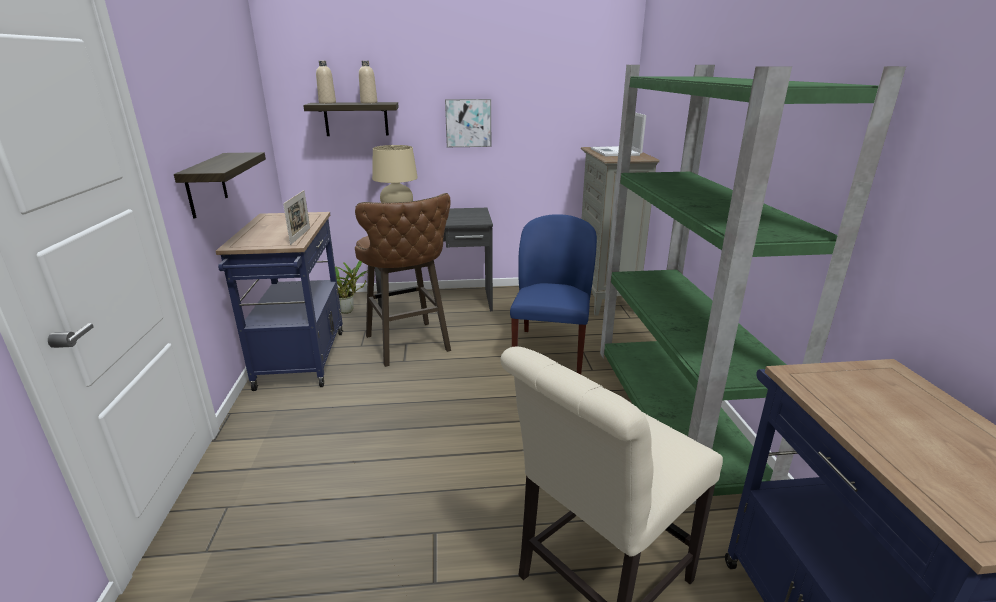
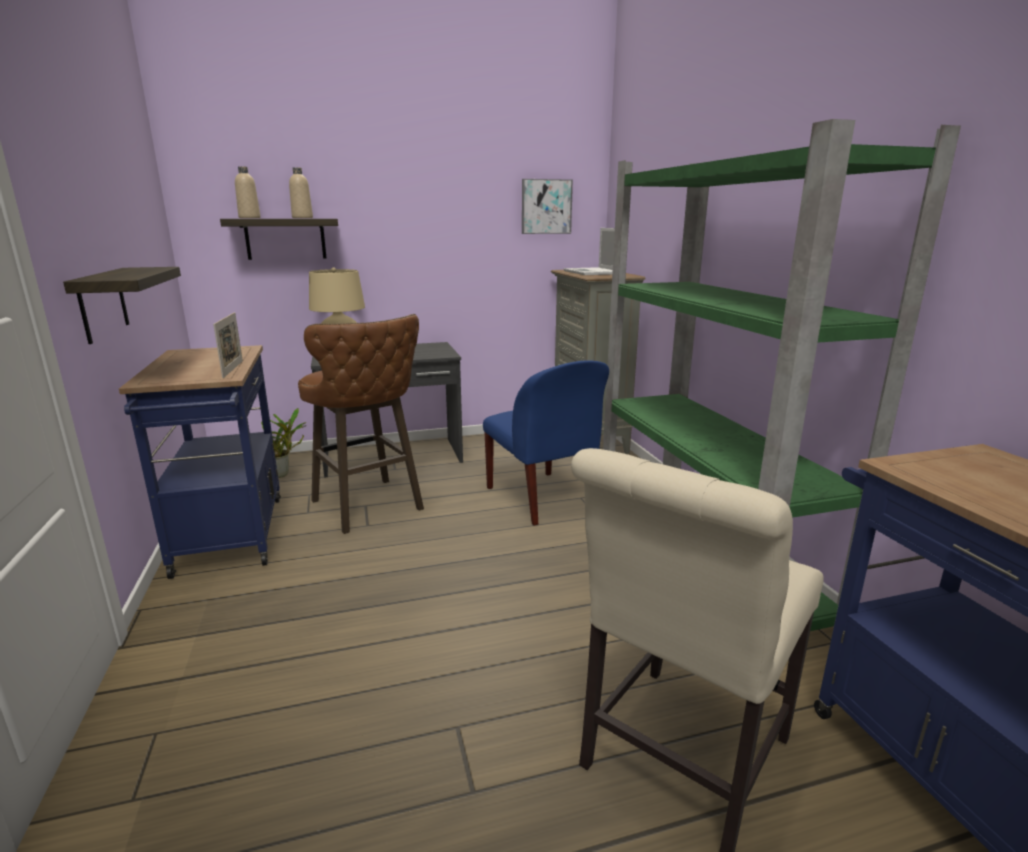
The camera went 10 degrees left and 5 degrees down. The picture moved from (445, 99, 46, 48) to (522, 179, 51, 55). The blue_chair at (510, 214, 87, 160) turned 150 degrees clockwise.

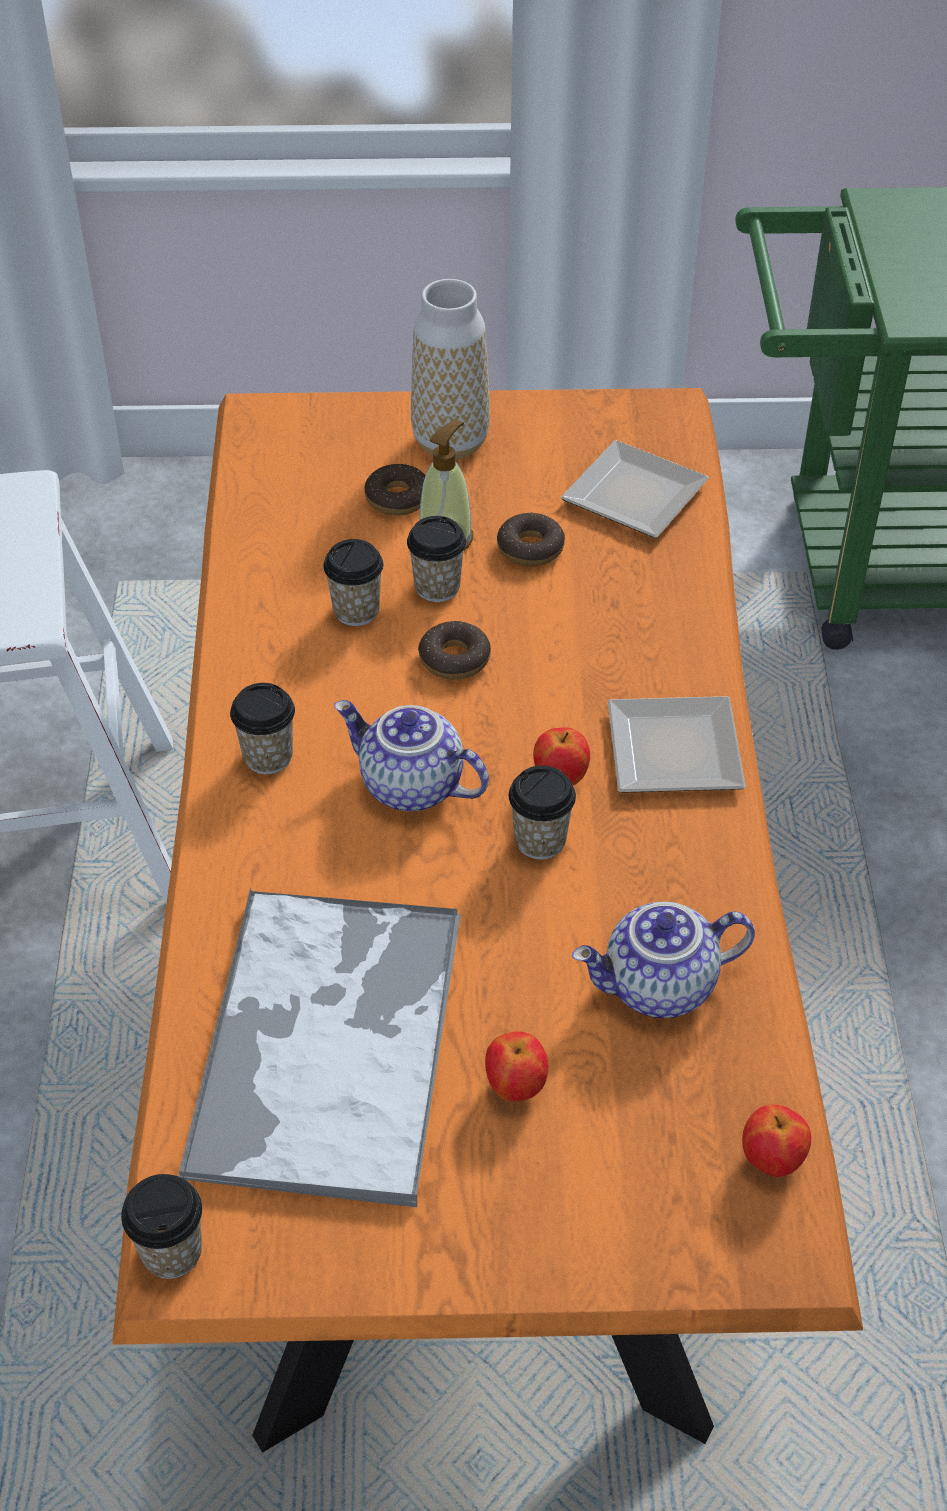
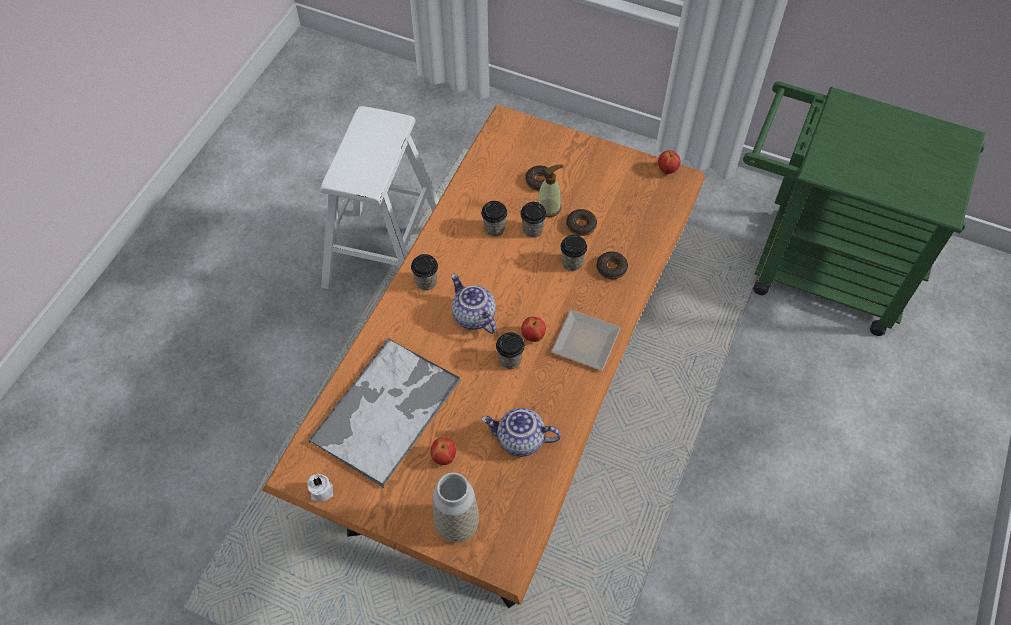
The camera went 25 degrees right and 10 degrees up. The cup moved from (121, 1174, 81, 105) to (561, 235, 26, 36). The vase moved from (411, 279, 79, 181) to (433, 472, 46, 71). The donut moved from (418, 621, 73, 59) to (596, 251, 32, 28). The plate at (561, 440, 148, 98) disappeared. The apple moved from (742, 1104, 69, 73) to (658, 150, 22, 24). The white_candle at (307, 474, 26, 28) appeared.

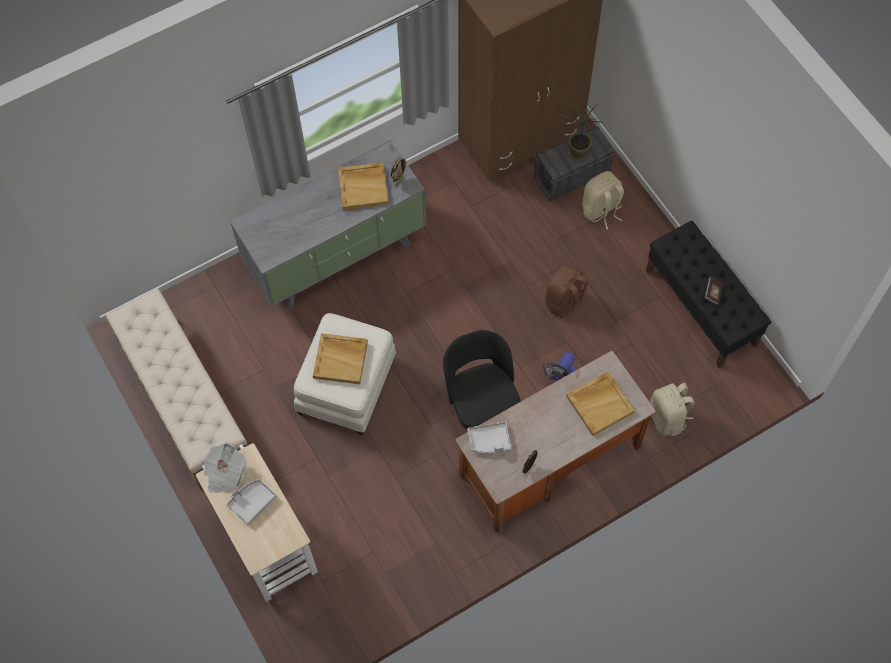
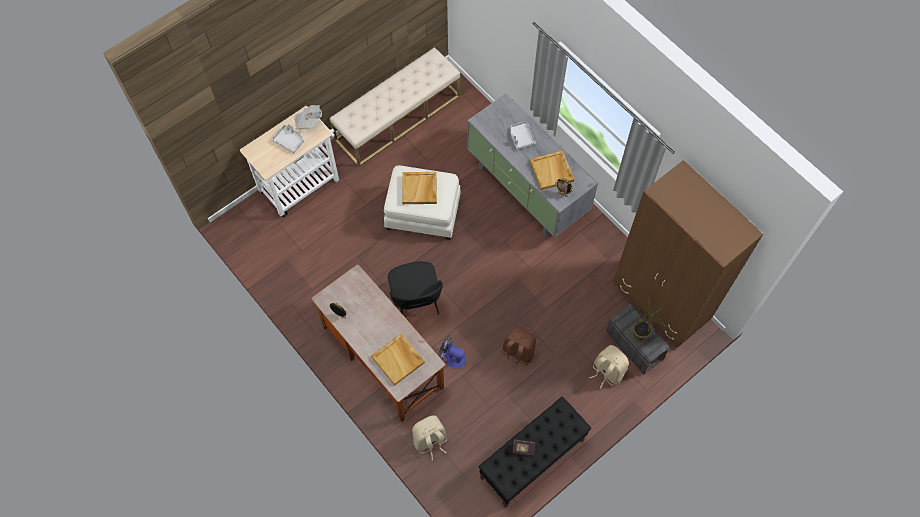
The camera went 80 degrees right and 0 degrees up. The black_chair at (443, 330, 78, 99) turned 105 degrees clockwise. The grey_tray moved from (467, 422, 45, 32) to (511, 121, 25, 29).

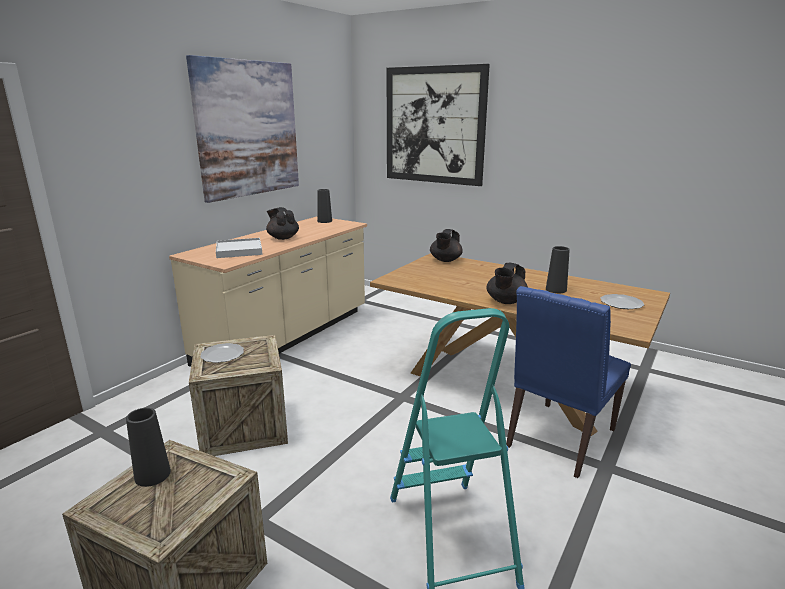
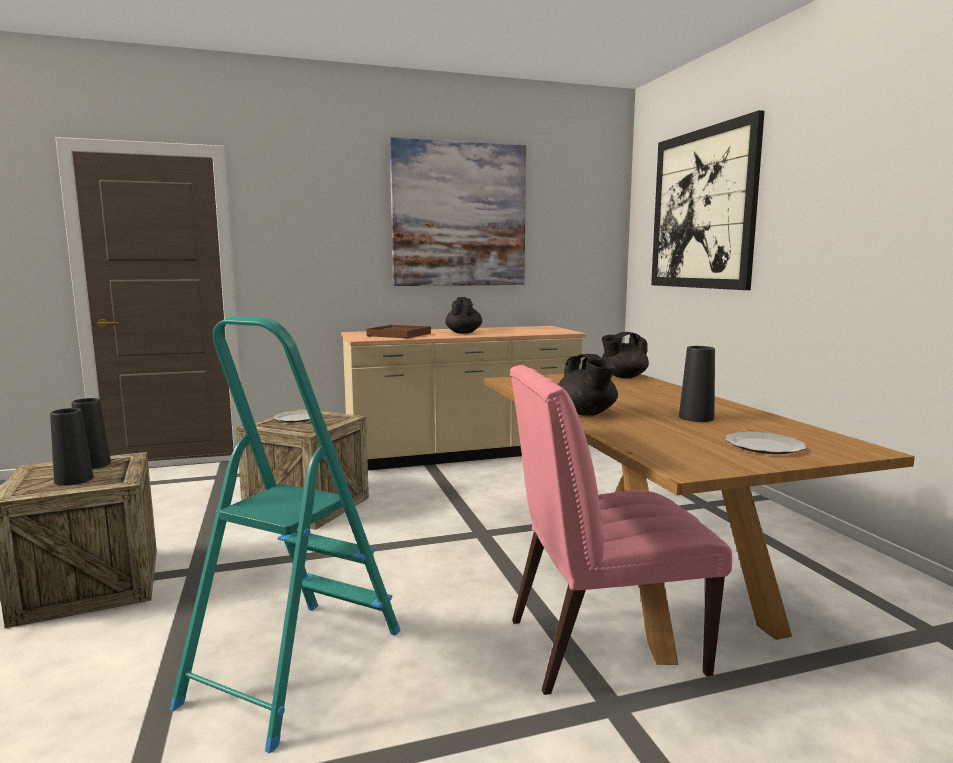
The camera went 40 degrees right and 10 degrees down. The white_tray at (216, 238, 47, 20) became the brown_tray at (367, 325, 64, 13). The black_vase moved from (317, 189, 15, 34) to (50, 408, 44, 78). The black_teapot at (486, 263, 42, 41) turned 90 degrees counterclockwise. The blue_chair at (506, 286, 125, 192) became the pink_chair at (510, 365, 222, 330).

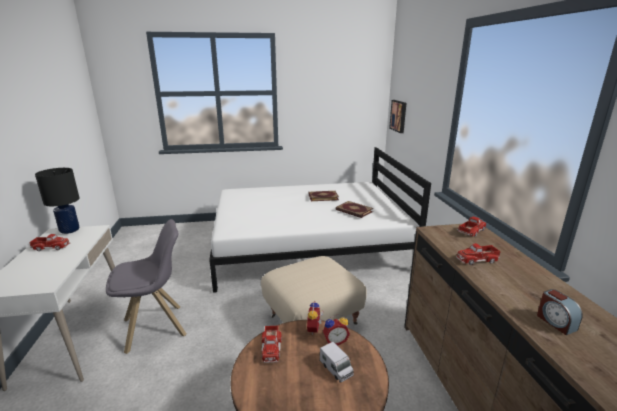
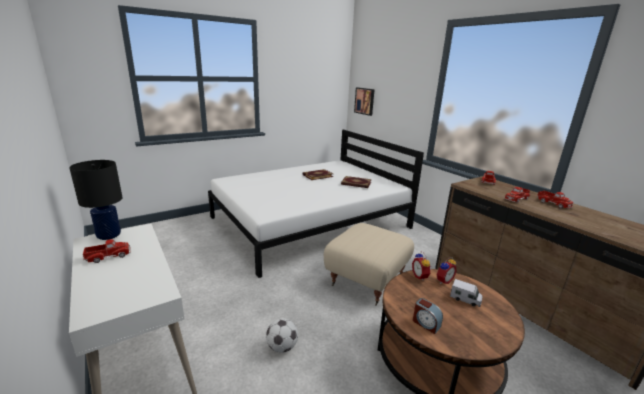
The camera went 25 degrees left and 0 degrees up. The grey_chair at (106, 219, 81, 135) disappeared. The toy_truck moved from (262, 326, 20, 37) to (537, 191, 36, 18). The alarm_clock moved from (537, 289, 46, 46) to (413, 298, 30, 36). The football at (266, 318, 32, 35) appeared.

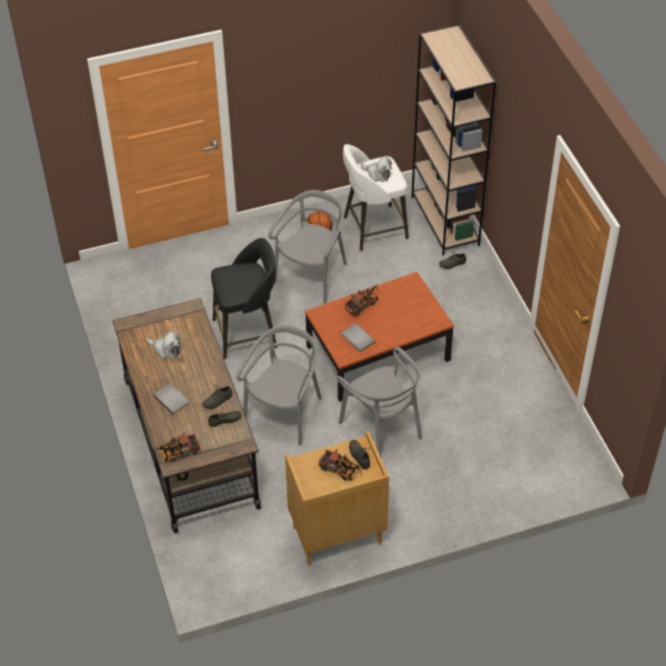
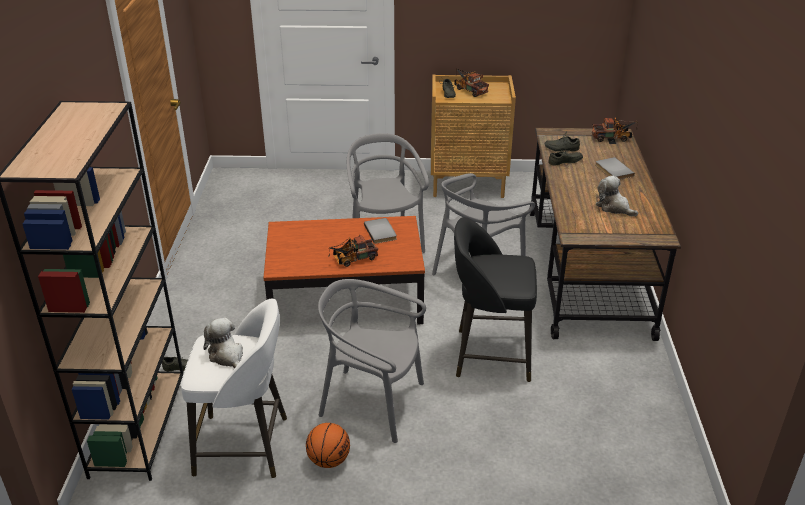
The camera went 160 degrees left and 15 degrees down. The grey_chair at (268, 190, 79, 114) turned 60 degrees clockwise.

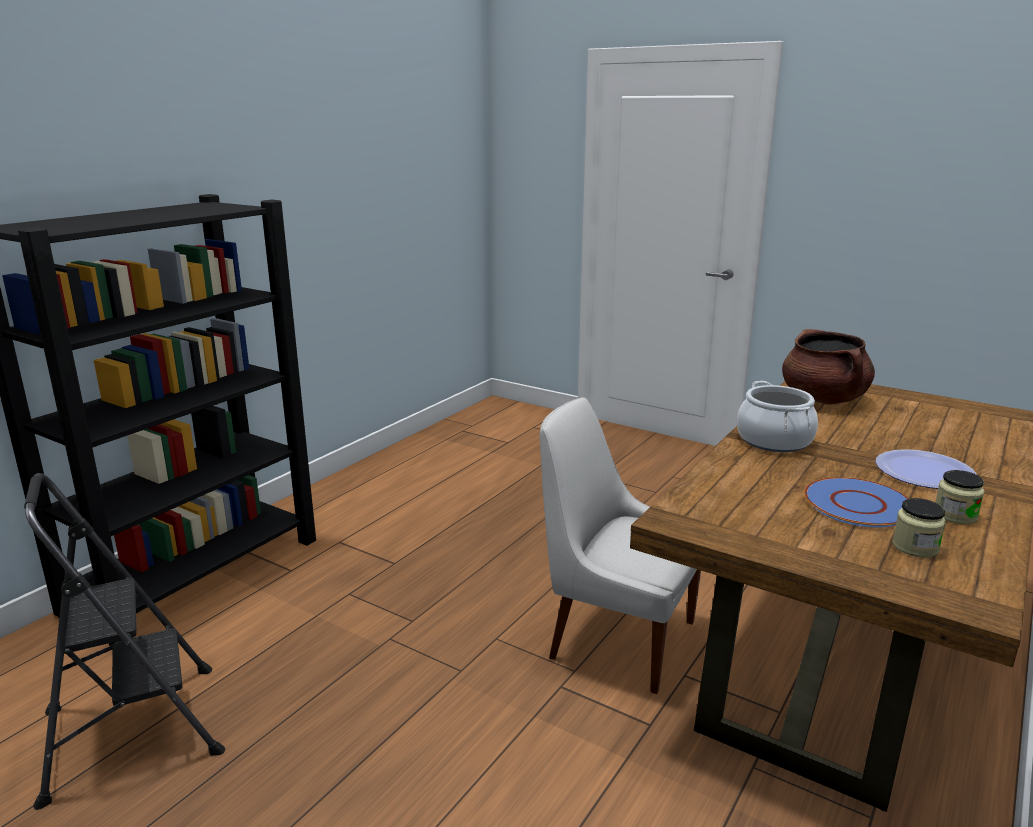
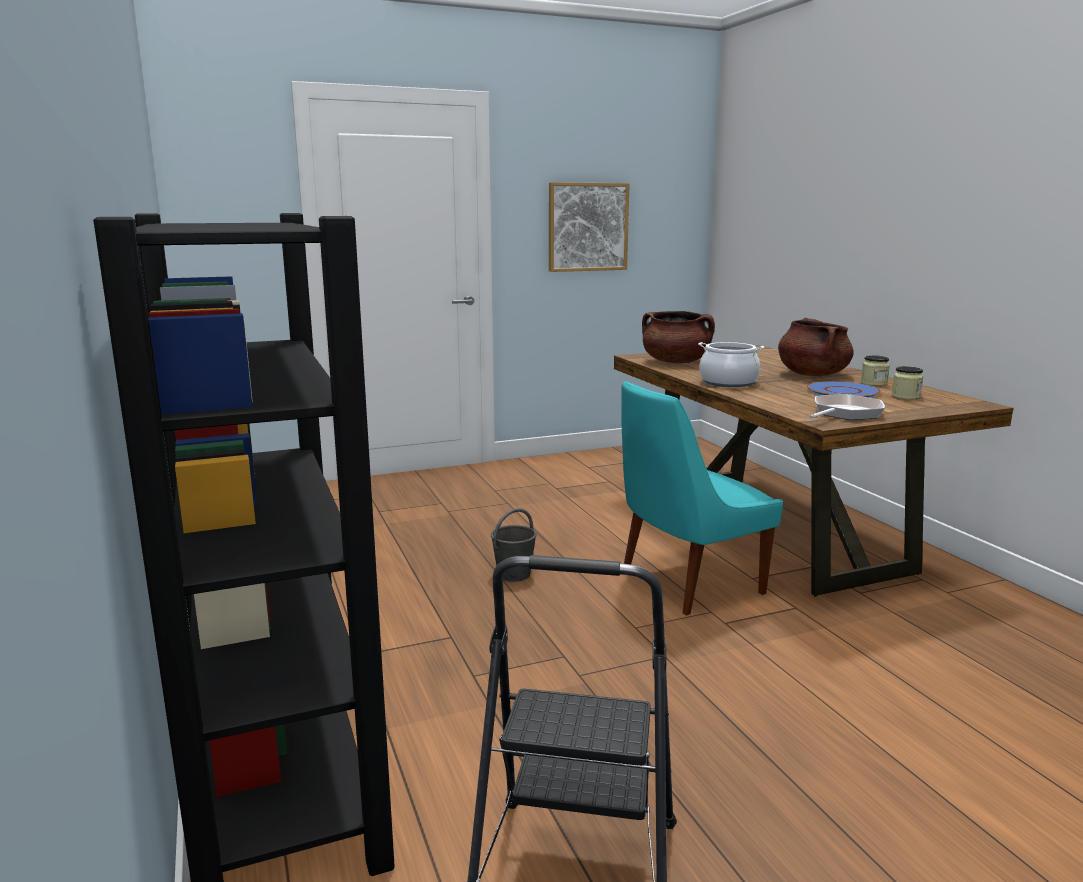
The camera went 55 degrees left and 5 degrees down. The white_chair at (540, 397, 161, 297) became the turquoise_chair at (621, 381, 162, 235). The plate at (876, 449, 101, 40) was replaced by the brown_cooking_pot at (778, 318, 76, 58). The grey_bucket at (491, 508, 46, 74) appeared. The picture at (549, 182, 81, 90) appeared. The frying_pan at (809, 394, 76, 26) appeared.

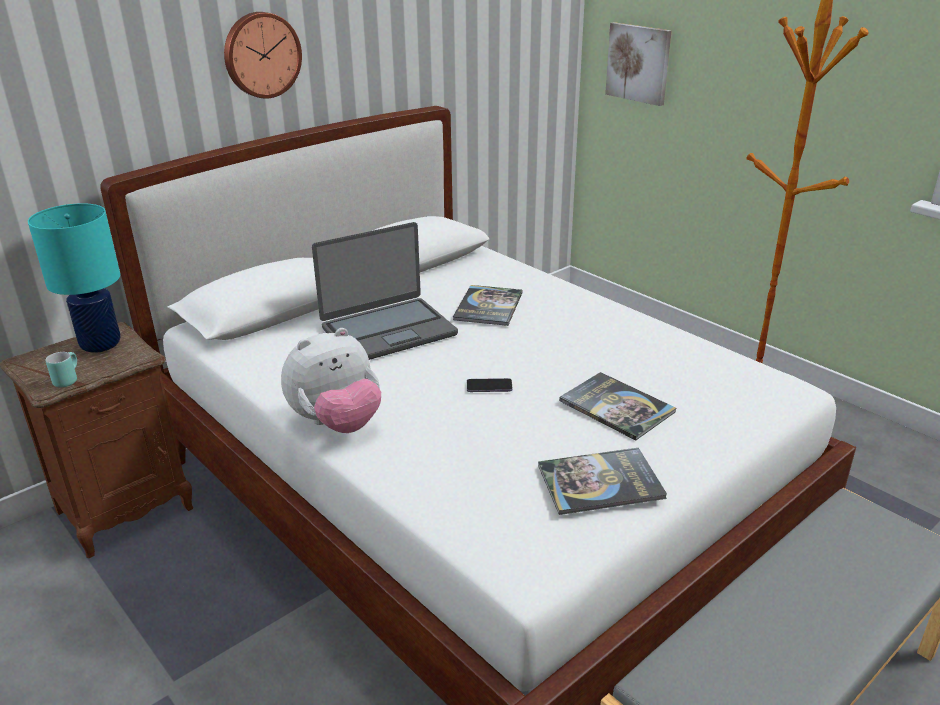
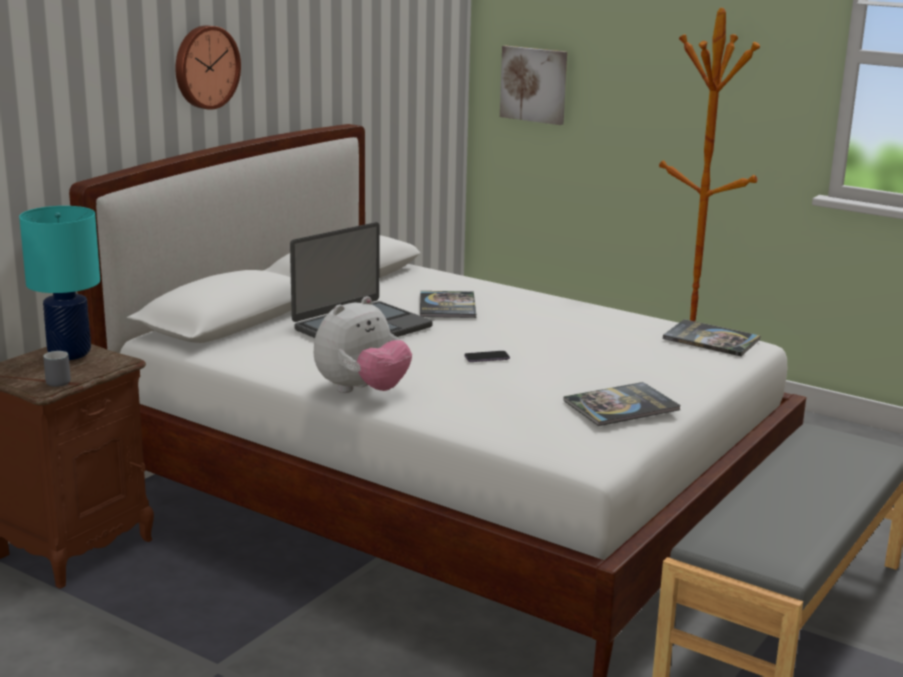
The camera went 15 degrees left and 10 degrees down. The turquoise_mug at (45, 352, 32, 35) became the grey_mug at (43, 351, 28, 36). The book moved from (559, 372, 117, 68) to (663, 319, 97, 37).

